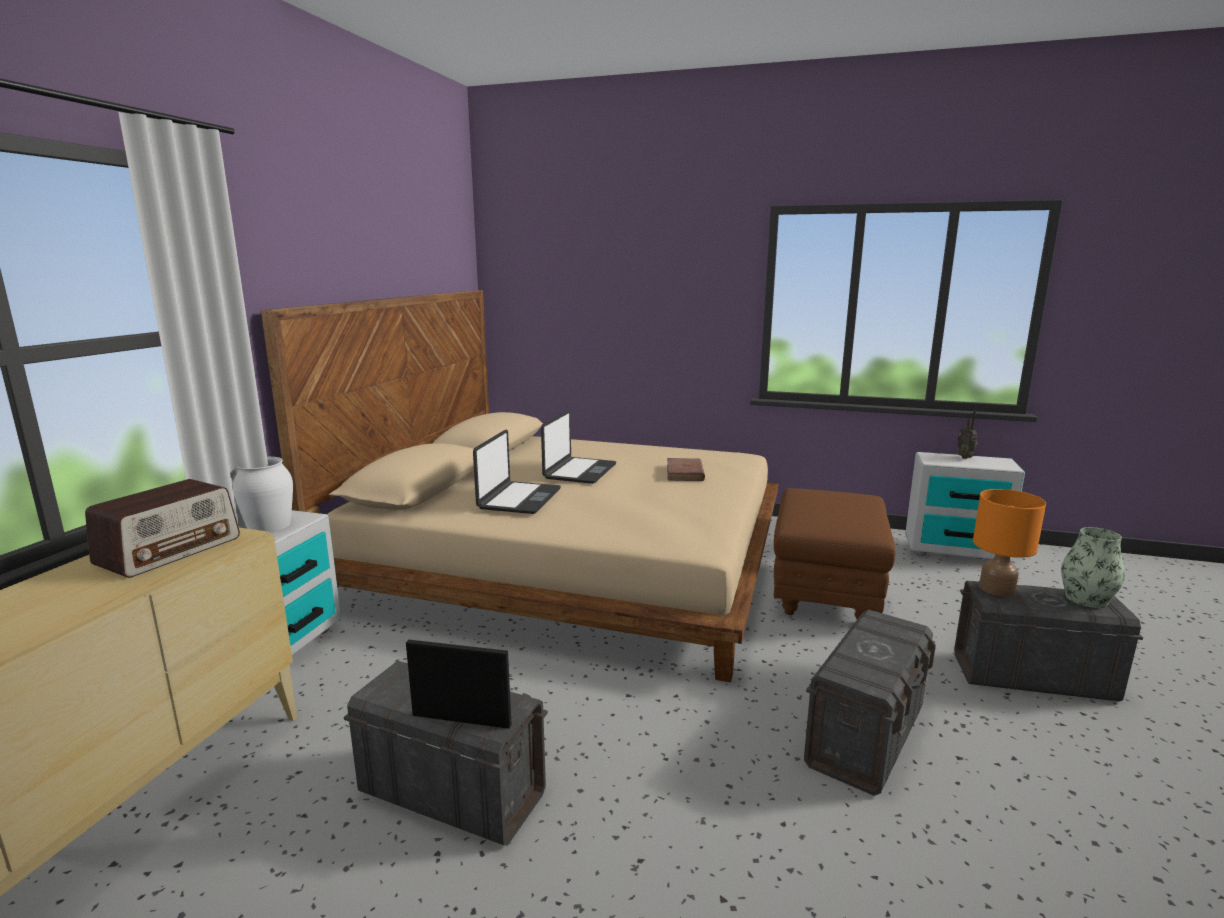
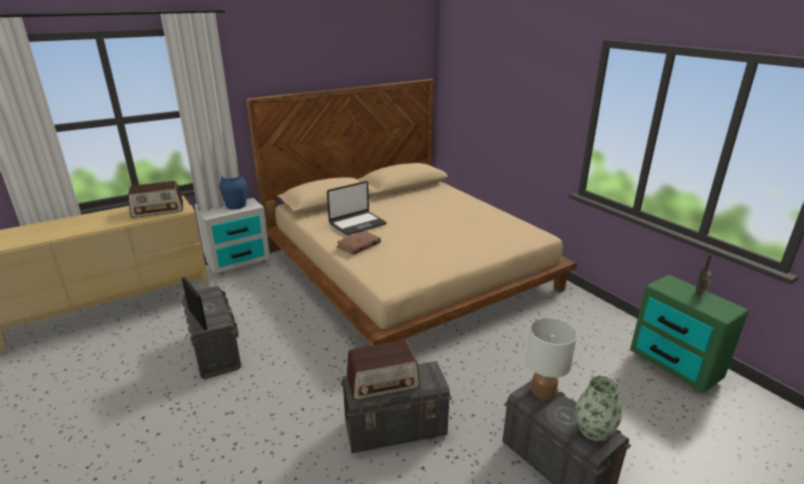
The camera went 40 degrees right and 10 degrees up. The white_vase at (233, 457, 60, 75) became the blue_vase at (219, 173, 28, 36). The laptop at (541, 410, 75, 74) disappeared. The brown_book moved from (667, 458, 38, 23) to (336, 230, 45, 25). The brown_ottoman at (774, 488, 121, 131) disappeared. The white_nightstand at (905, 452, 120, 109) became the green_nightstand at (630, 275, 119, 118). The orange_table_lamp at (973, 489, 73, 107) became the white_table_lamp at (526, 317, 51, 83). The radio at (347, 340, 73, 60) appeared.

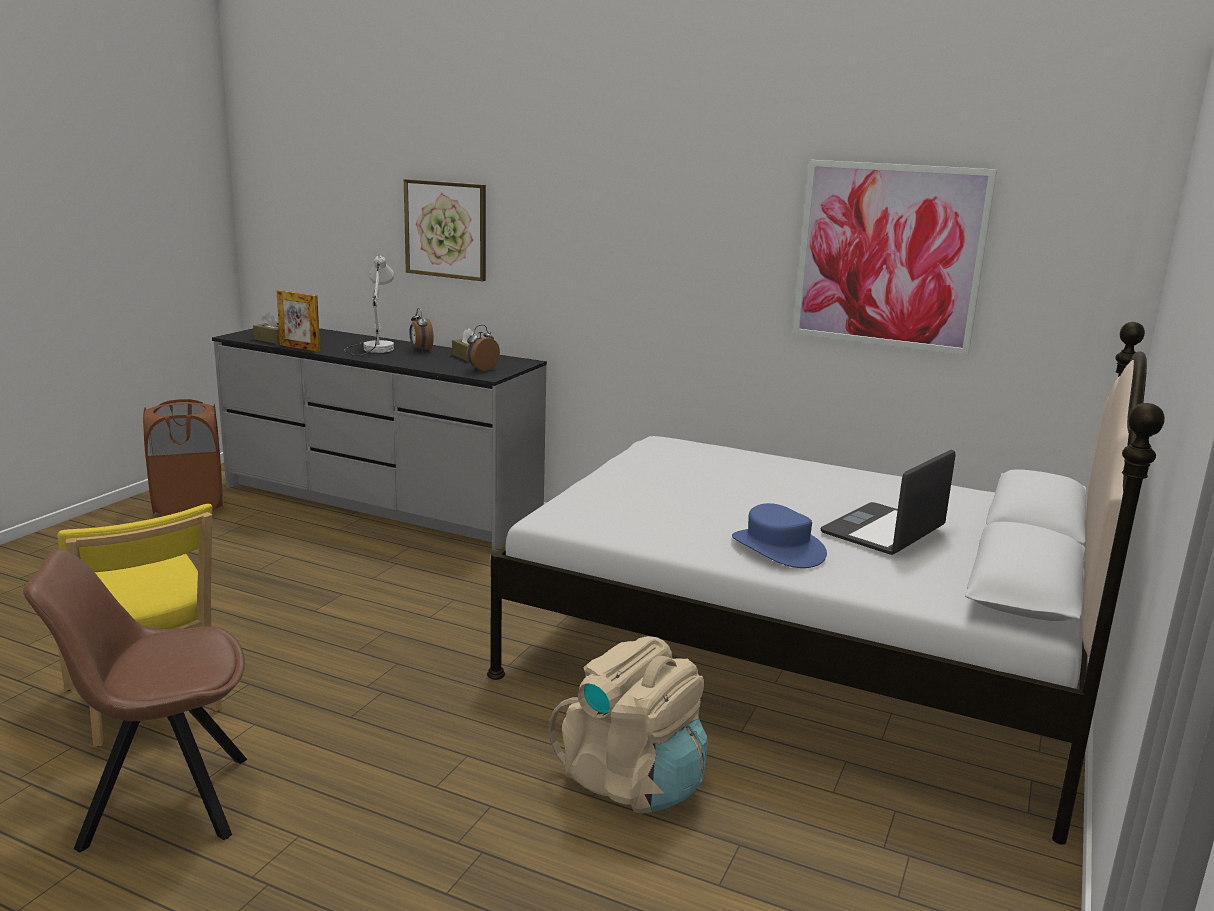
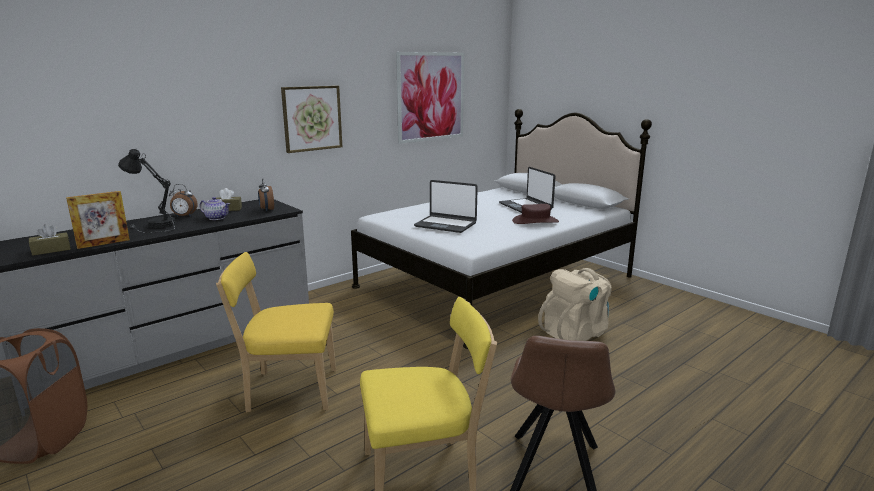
The camera went 65 degrees left and 0 degrees up. The white_table_lamp at (344, 256, 50, 99) became the black_table_lamp at (118, 148, 58, 85). The picture moved from (404, 179, 82, 102) to (281, 86, 61, 67). The blue_hat at (732, 503, 95, 65) became the brown_hat at (512, 204, 47, 20). The teapot at (200, 197, 30, 23) appeared. The yellow_chair at (216, 252, 120, 161) appeared. The laptop at (414, 180, 64, 53) appeared.

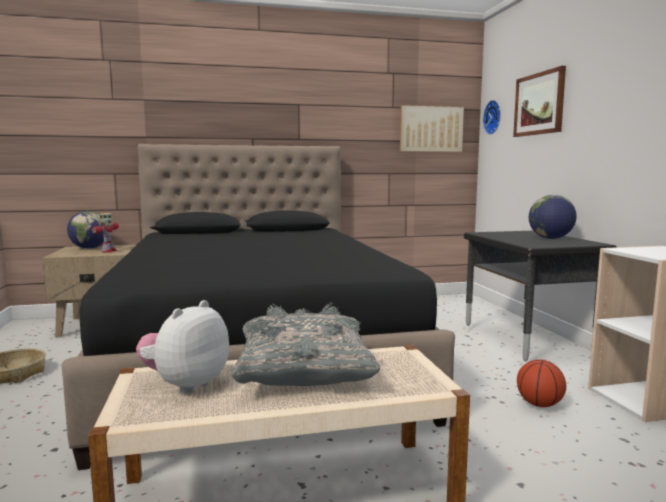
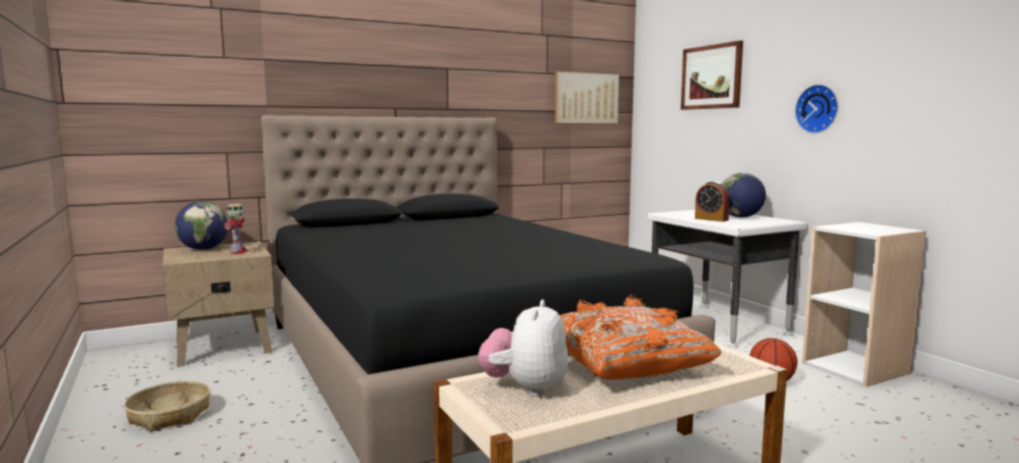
The camera went 15 degrees left and 0 degrees up. The grey_pillow at (232, 302, 148, 84) became the orange_pillow at (560, 294, 161, 86). The black_desk at (463, 231, 154, 135) became the white_desk at (647, 210, 161, 139). The wall_clock moved from (483, 100, 18, 35) to (795, 84, 43, 49). The alarm_clock at (695, 181, 35, 41) appeared.

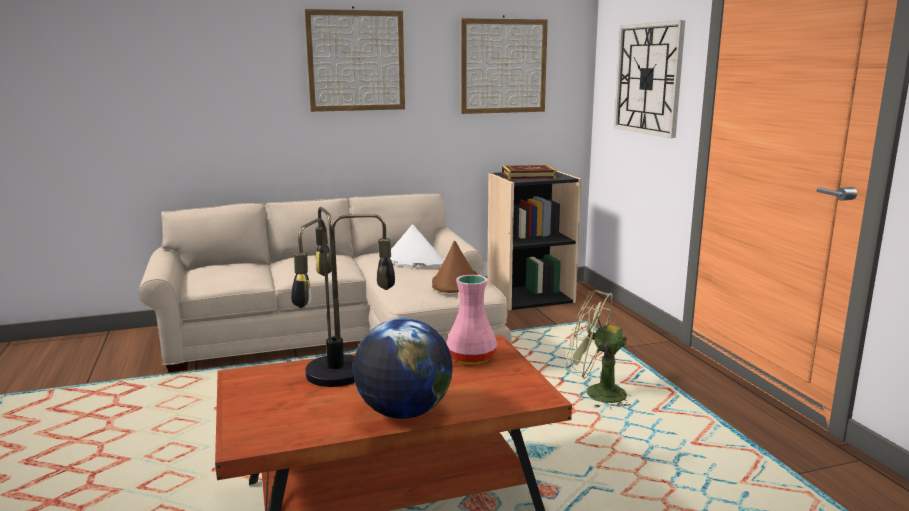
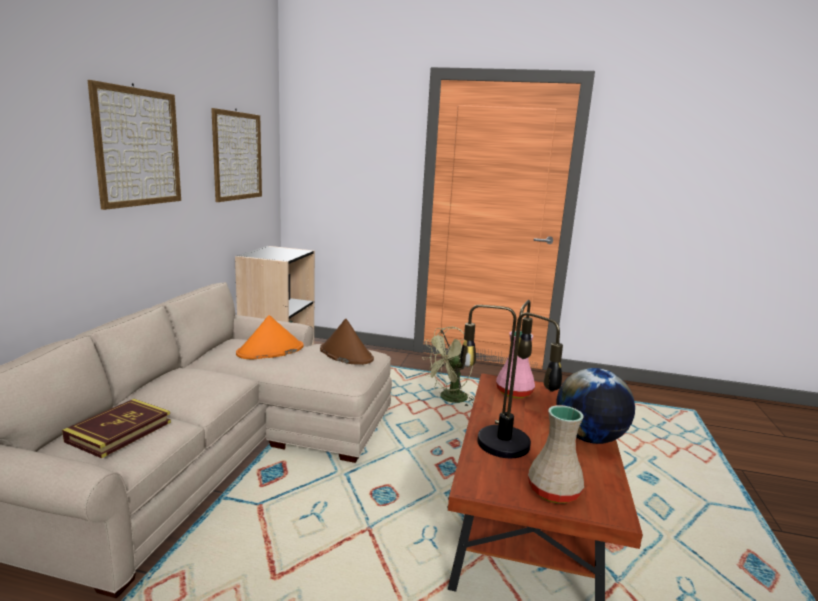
The camera went 60 degrees left and 0 degrees up. The white_hat at (390, 224, 55, 44) became the orange_hat at (236, 315, 68, 45). The book moved from (502, 165, 54, 15) to (62, 399, 109, 59). The wall_clock at (614, 20, 71, 118) disappeared. The beige_vase at (528, 405, 56, 98) appeared.

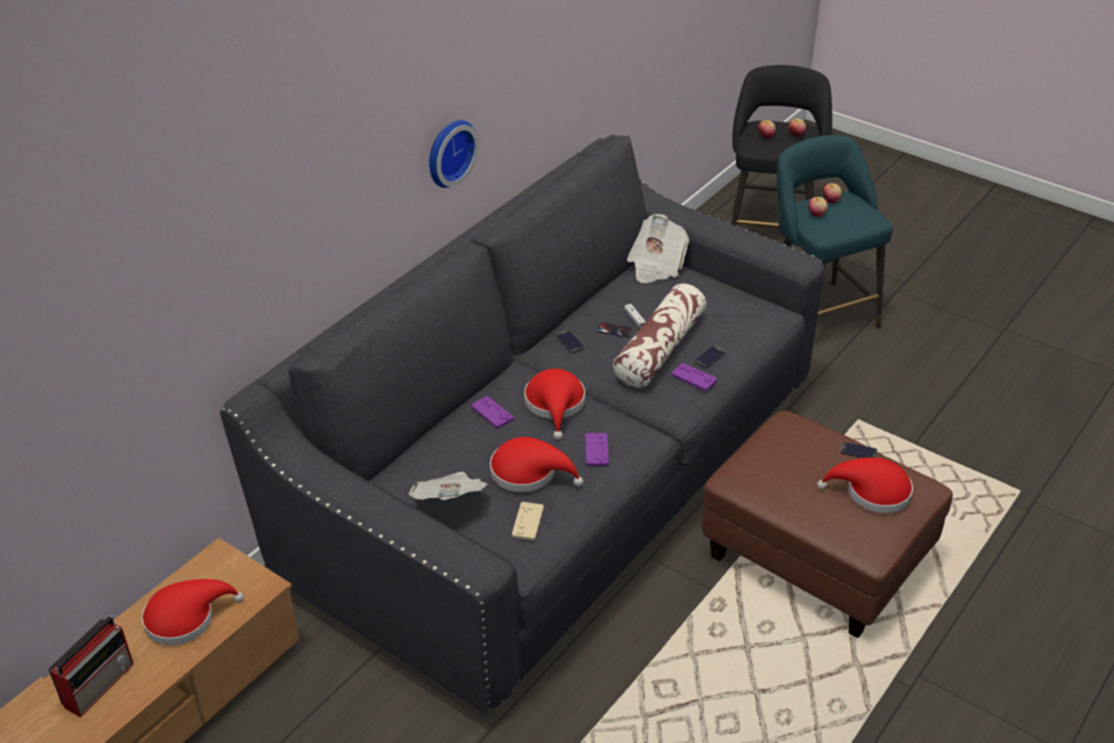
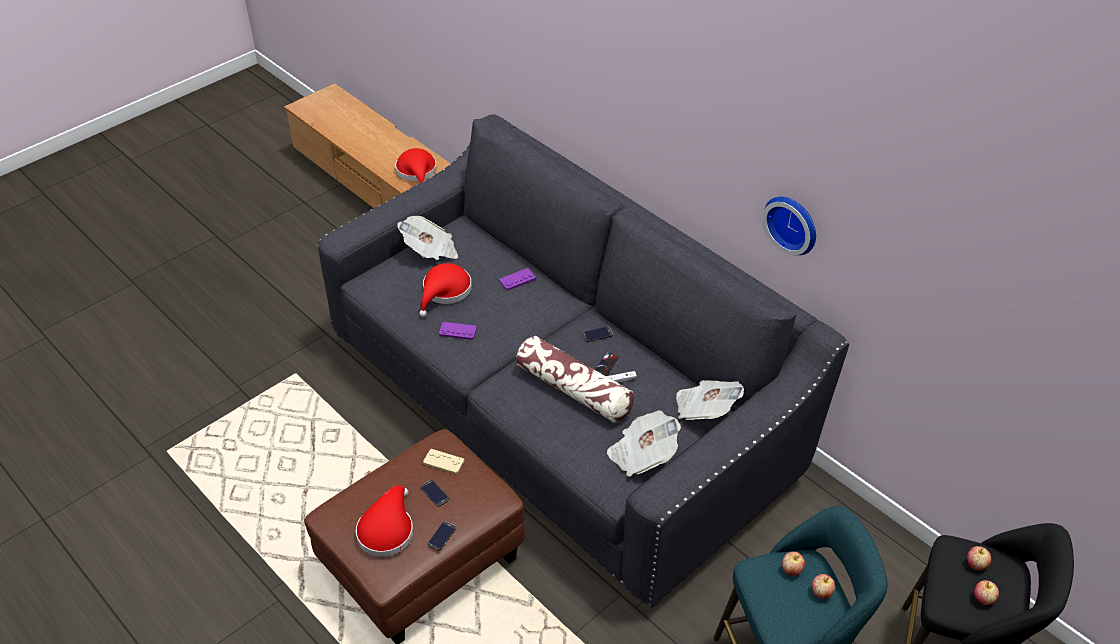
The camera went 100 degrees right and 5 degrees up. The radio at (48, 616, 86, 101) disappeared. The wall_clock moved from (429, 120, 50, 68) to (762, 197, 54, 58). The beige_game_controller moved from (512, 502, 32, 39) to (423, 449, 41, 25). The red_hat at (524, 369, 61, 71) disappeared. The purple_game_controller at (671, 363, 46, 28) disappeared. The phone moved from (694, 345, 31, 23) to (421, 480, 28, 27). The newspaper at (607, 411, 74, 66) appeared.

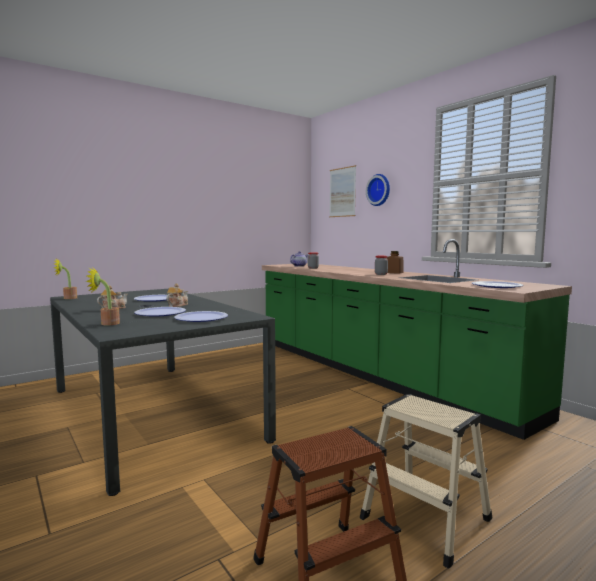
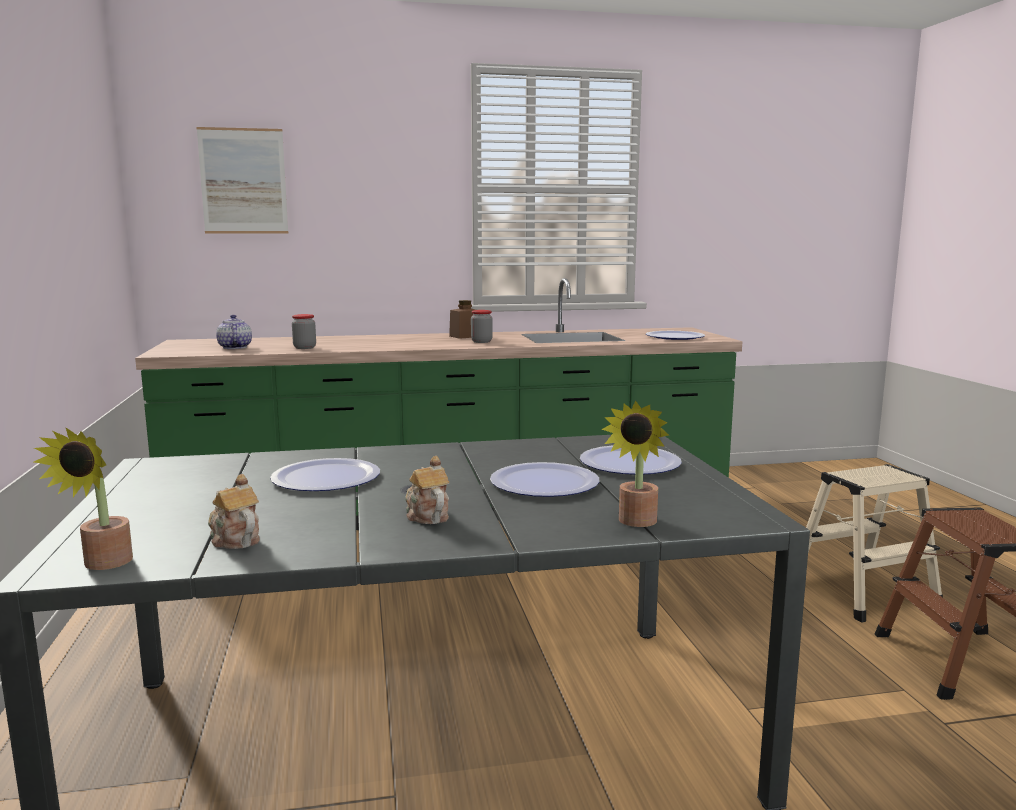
The camera went 65 degrees left and 5 degrees up. The teapot moved from (166, 283, 22, 24) to (208, 474, 52, 75). The wall_clock at (366, 174, 24, 32) disappeared.

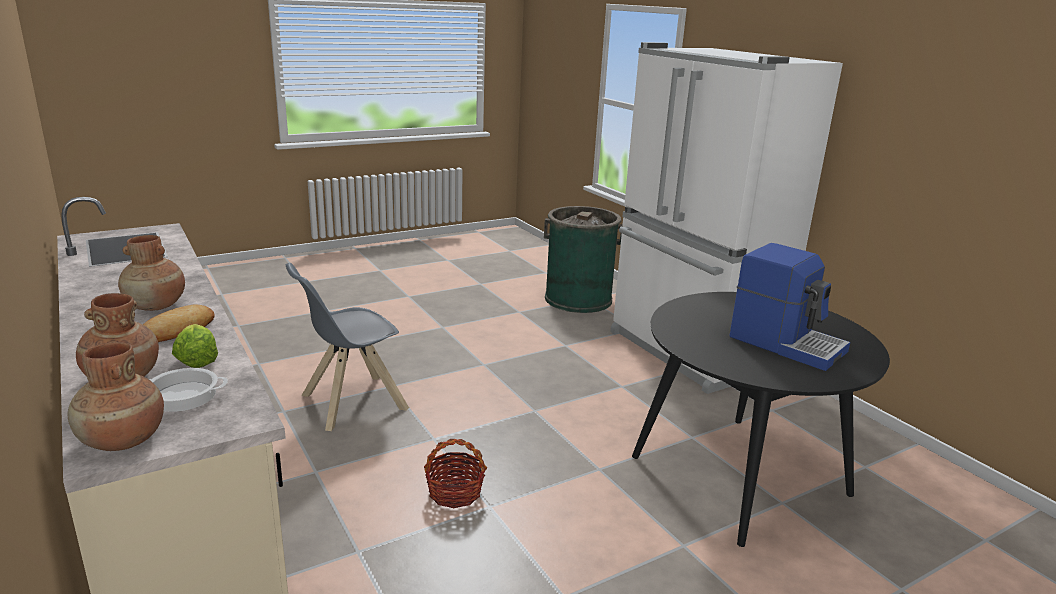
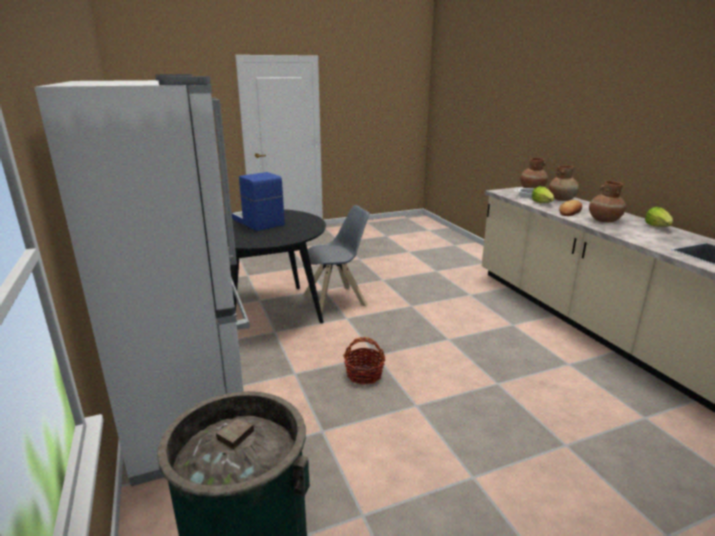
The camera went 170 degrees left and 0 degrees up. The grey_chair moved from (285, 263, 124, 168) to (303, 205, 66, 109). The basket moved from (424, 439, 63, 69) to (343, 337, 42, 48). The lettuce at (645, 207, 28, 20) appeared.

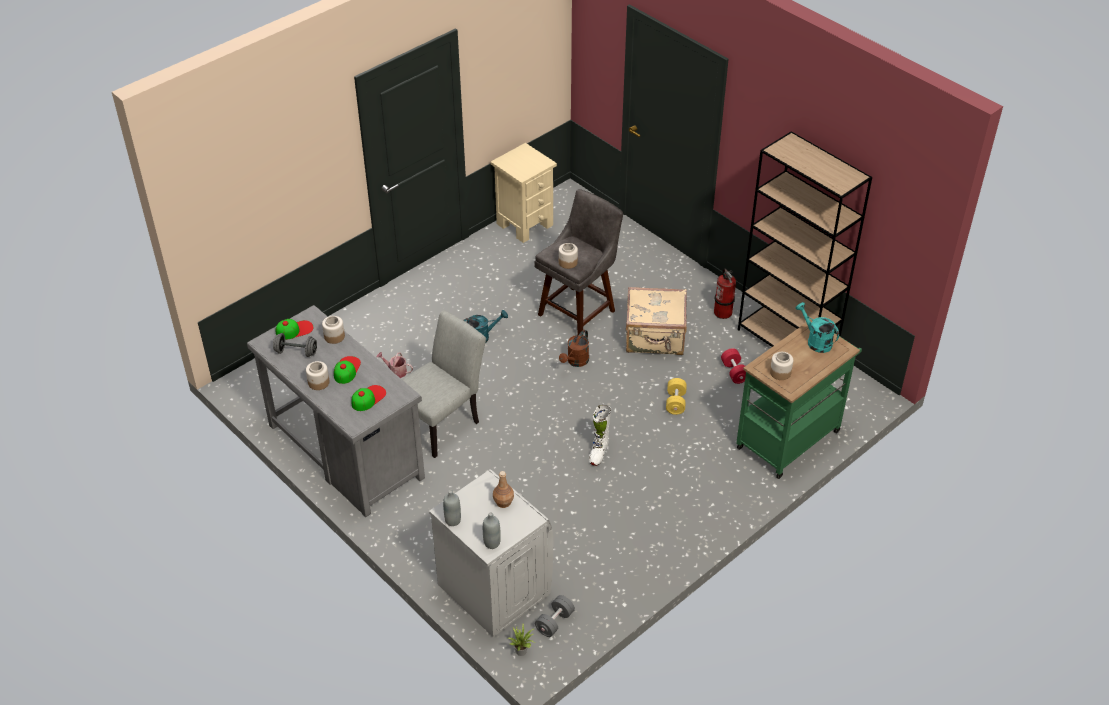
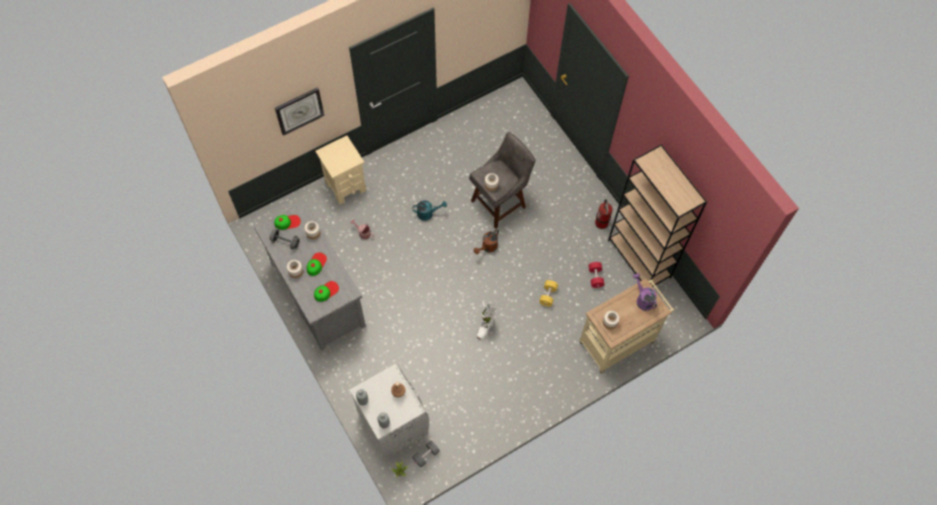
The camera went 10 degrees right and 20 degrees up. The grey_chair at (402, 310, 84, 148) disappeared. The beige_nightstand moved from (491, 143, 66, 100) to (315, 135, 51, 70). The beige_suitcase at (626, 287, 61, 68) disappeared. The green_cart at (736, 319, 126, 160) became the beige_cart at (579, 279, 96, 94). The turquoise_watering_can at (796, 302, 43, 51) became the purple_watering_can at (633, 274, 24, 37). The wall_clock at (275, 87, 49, 49) appeared.

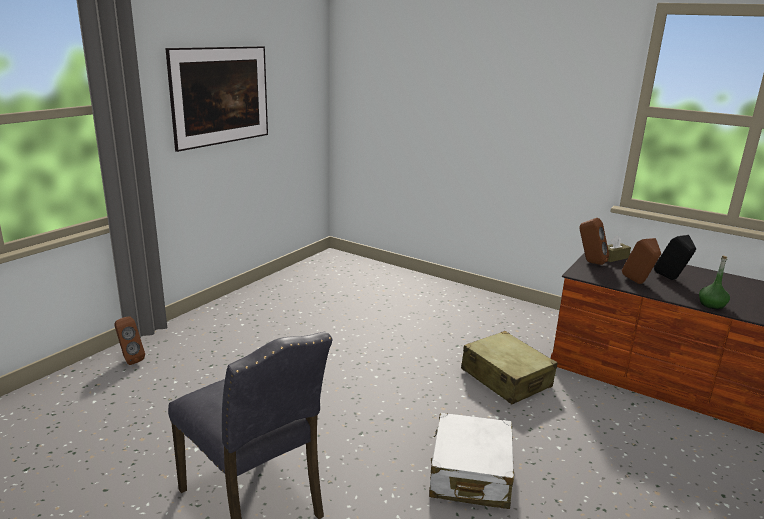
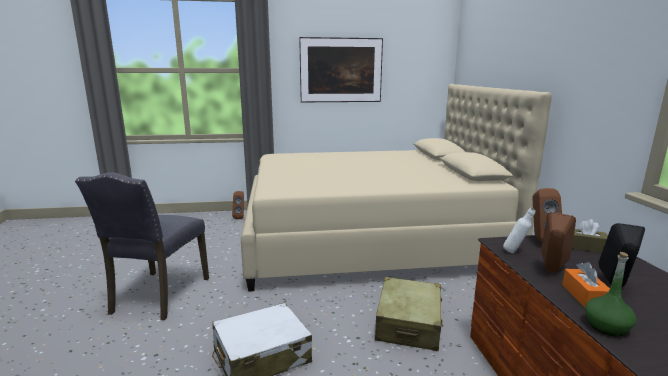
The camera went 50 degrees right and 5 degrees down. The beige_bed at (241, 84, 311, 208) appeared. The white_bottle at (503, 208, 33, 45) appeared. The orange_tissue_box at (562, 262, 48, 46) appeared.

